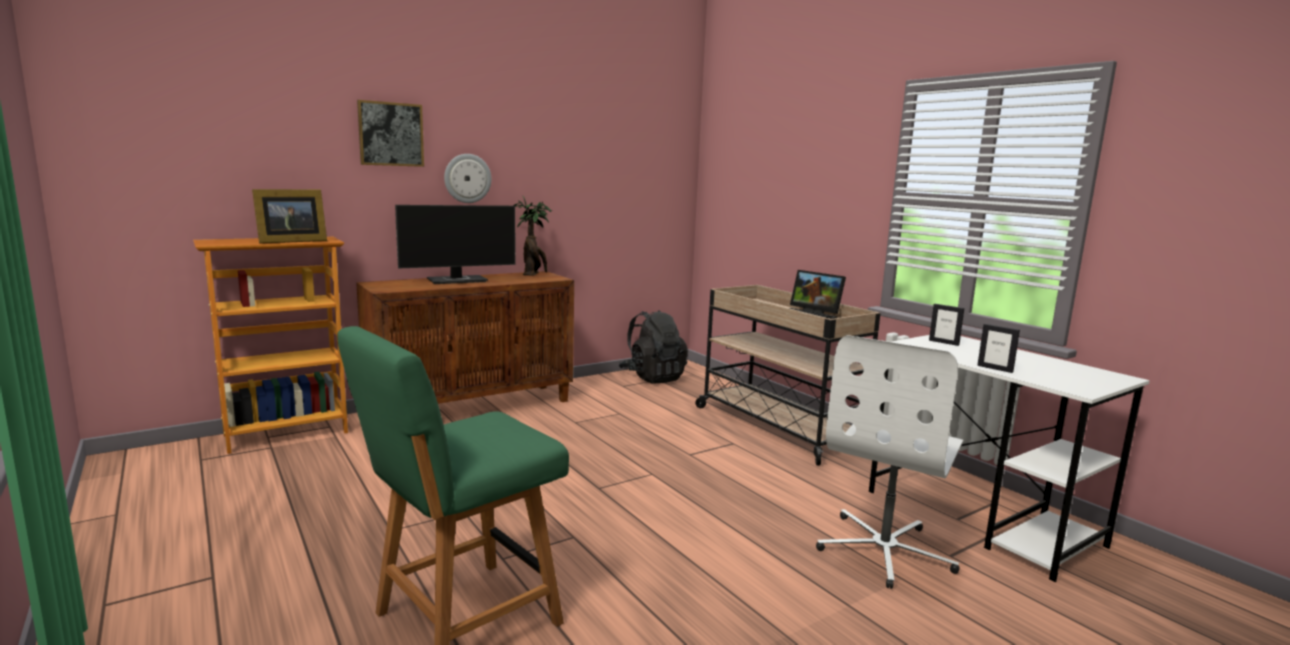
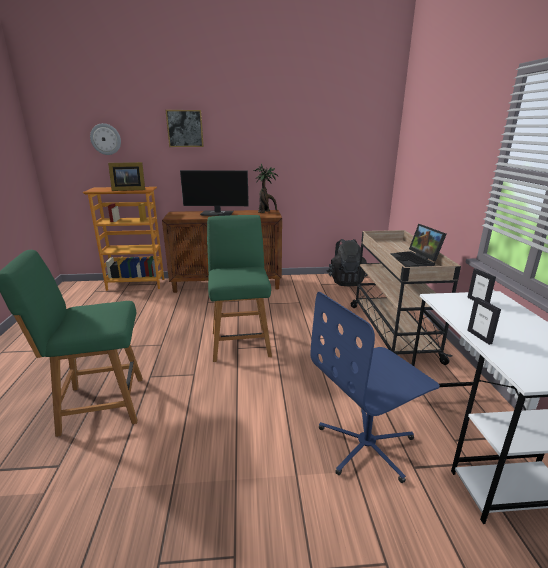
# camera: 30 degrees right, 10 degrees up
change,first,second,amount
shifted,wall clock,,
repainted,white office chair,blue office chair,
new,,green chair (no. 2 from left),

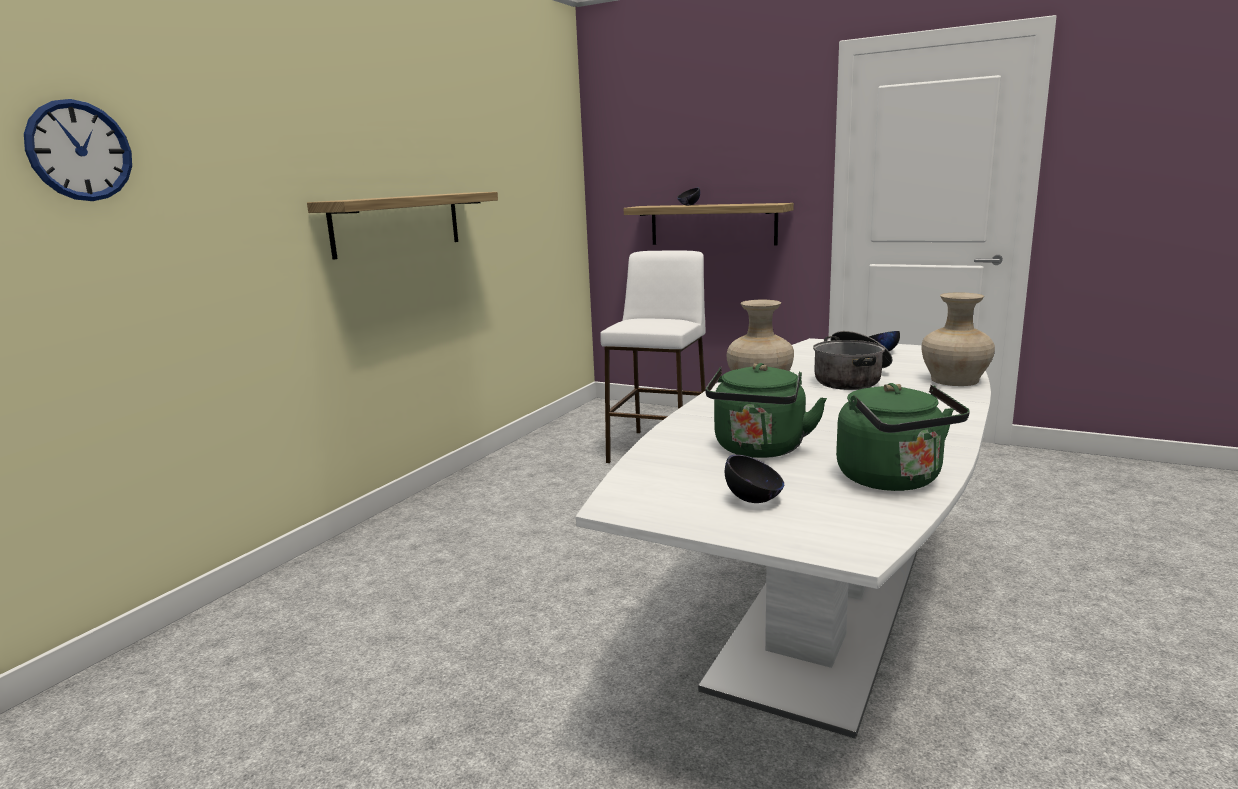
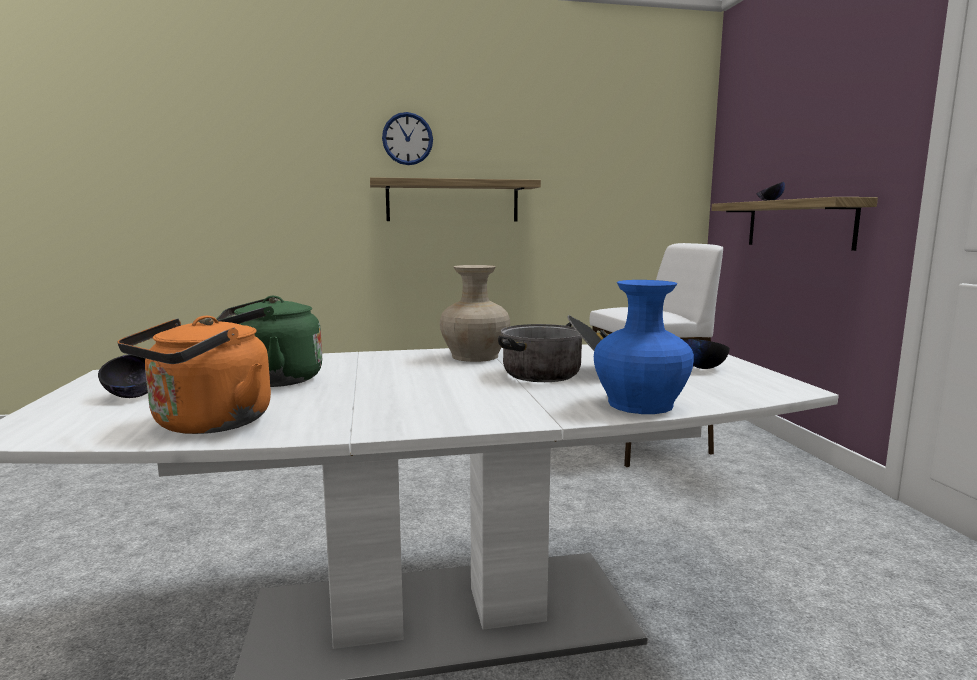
# camera: 50 degrees right, 5 degrees down
change,first,second,amount
shifted,wall clock,,
repainted,green kettle (no. 2 from left),orange kettle,
repainted,beige vase (no. 2 from left),blue vase,

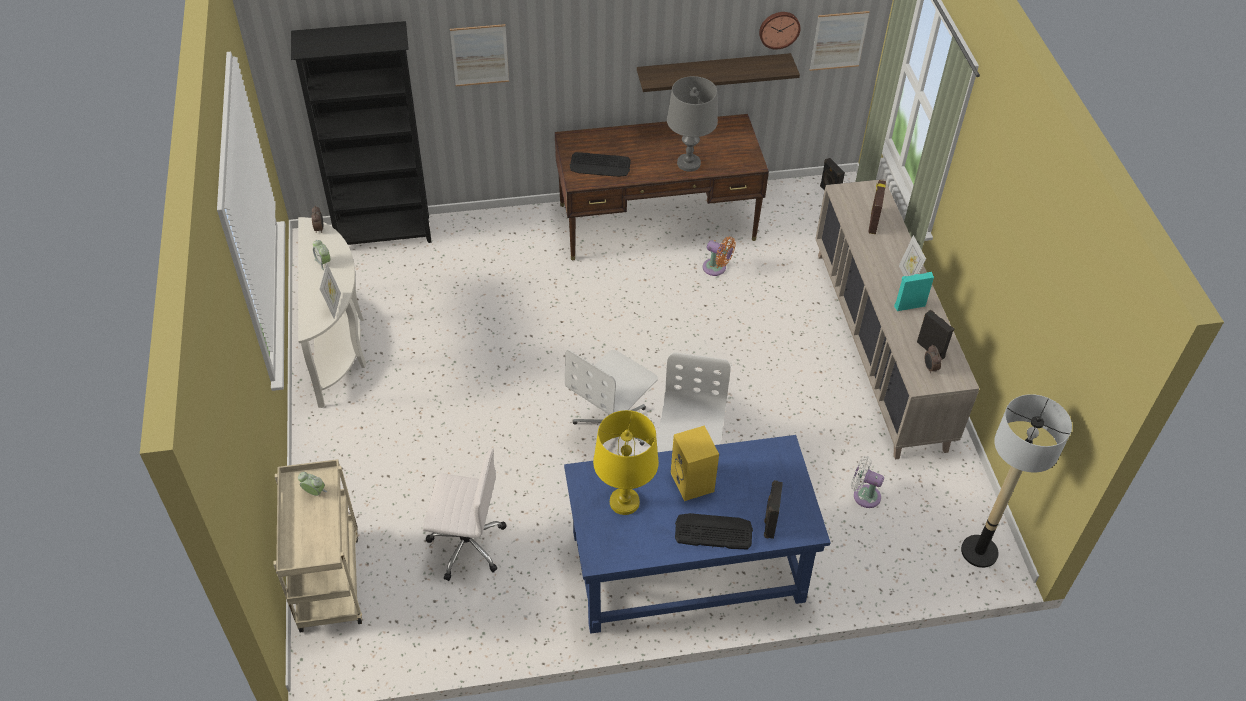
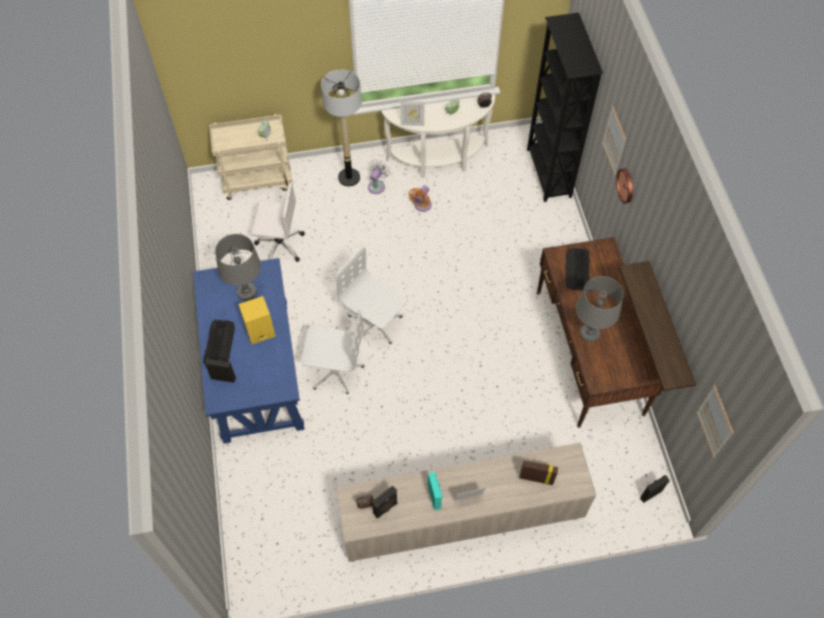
# camera: 90 degrees right, 10 degrees up
change,first,second,amount
rotated,white office chair (no. 1 from left),,90 degrees counterclockwise
repainted,yellow table lamp,grey table lamp (no. 1 from left),
shifted,orange fan,,
shifted,wall clock,,
shifted,white fan,,
shifted,floor lamp,,

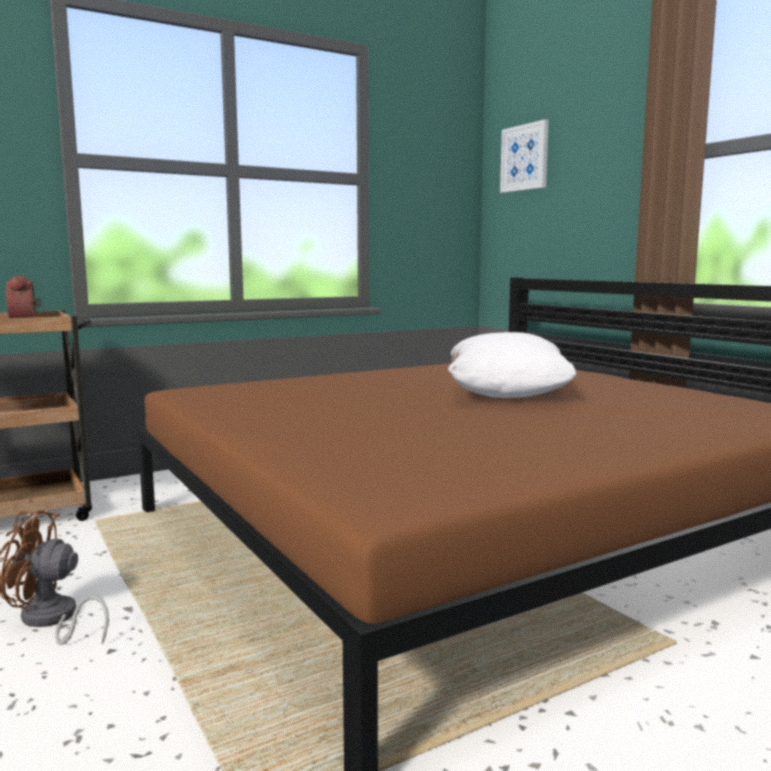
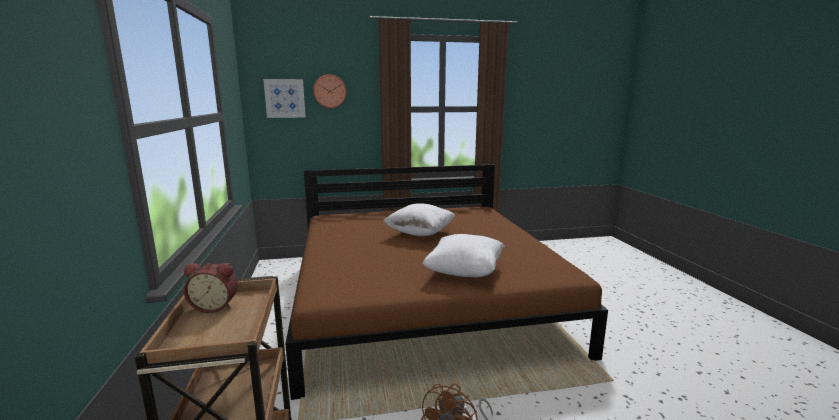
# camera: 70 degrees left, 5 degrees up
change,first,second,amount
new,,wall clock,
new,,white pillow (no. 2 from left),

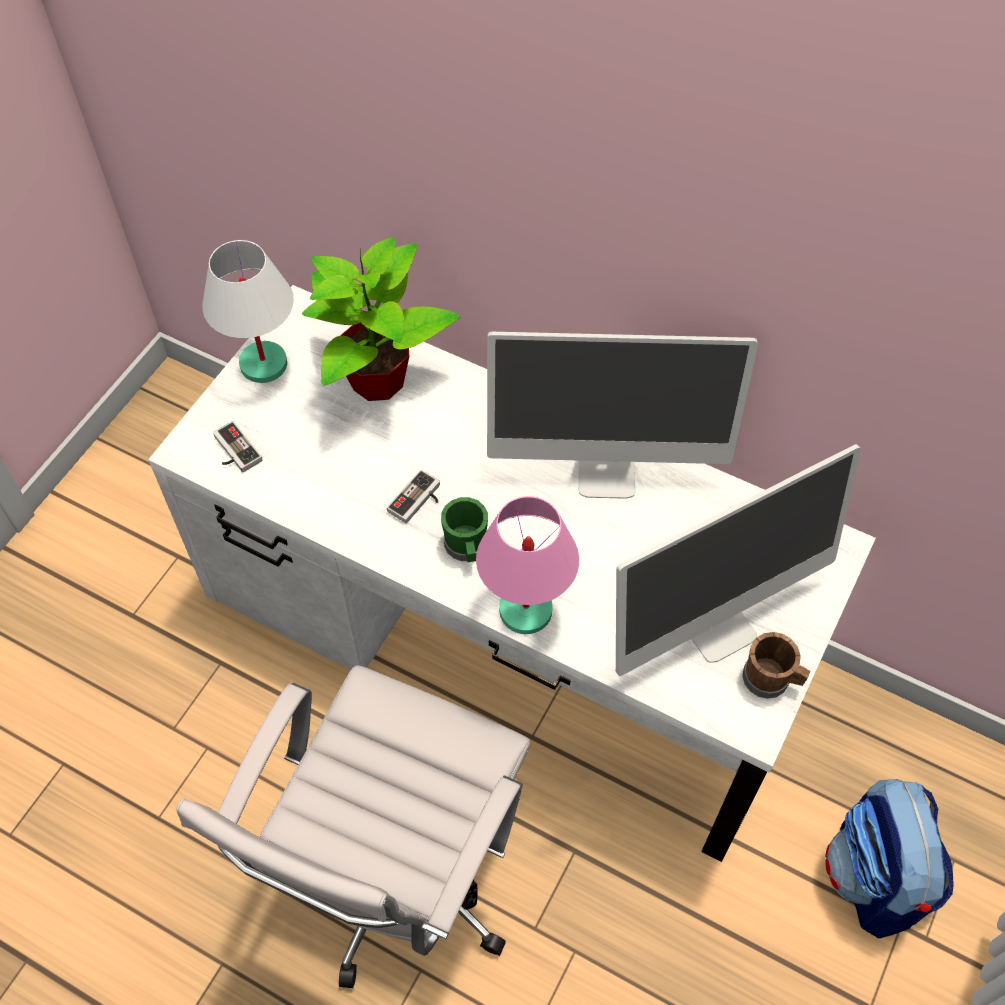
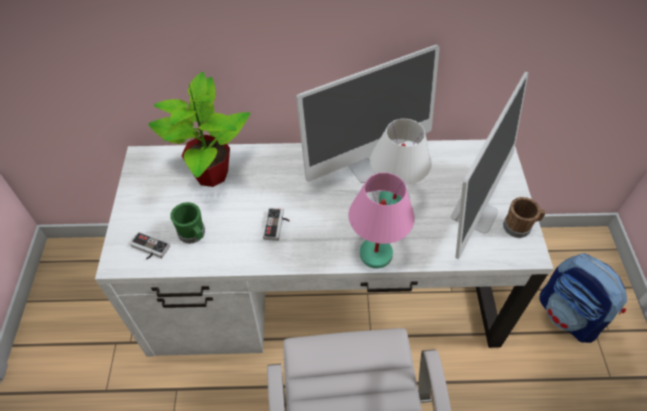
# camera: 30 degrees left, 5 degrees down
change,first,second,amount
shifted,white table lamp,,
shifted,green mug,,

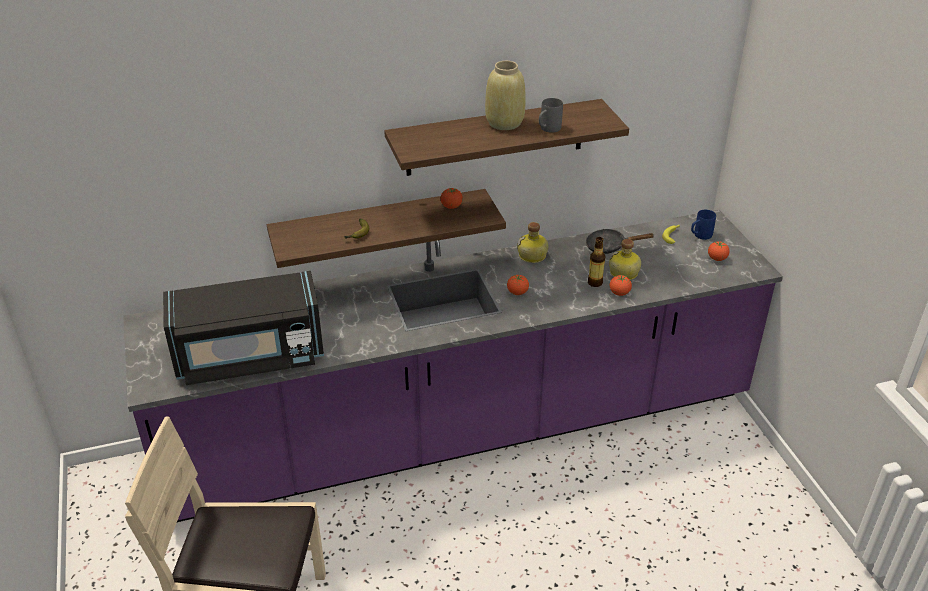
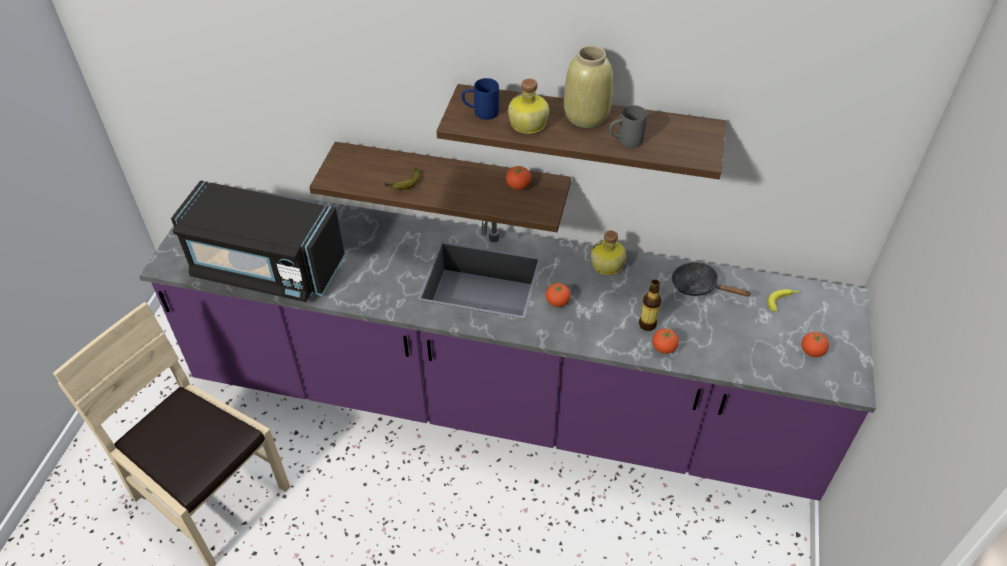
# camera: 30 degrees right, 10 degrees up
change,first,second,amount
shifted,bottle (no. 3 from left in the first image),bottle (no. 1 from left),
shifted,blue mug,,

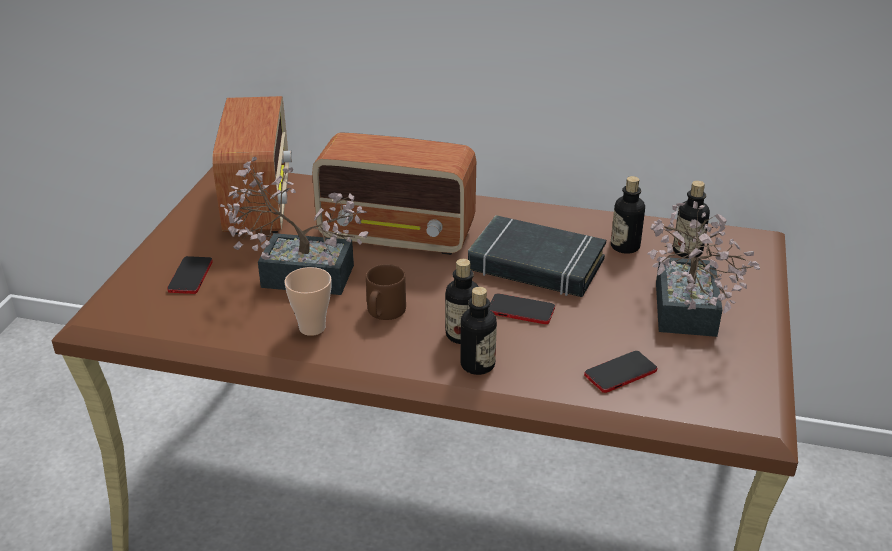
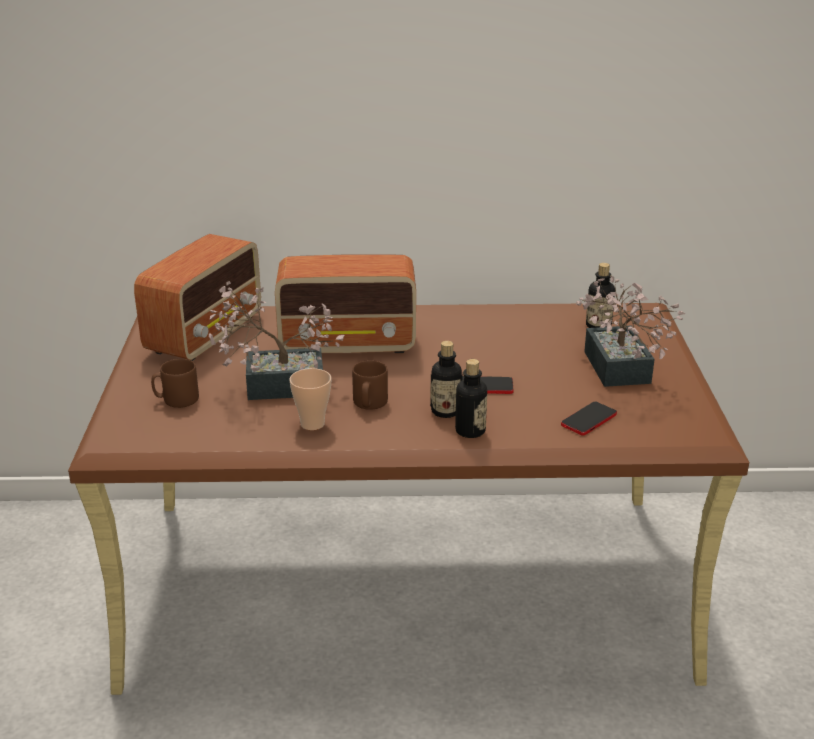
# camera: 15 degrees left, 5 degrees down
change,first,second,amount
swapped,phone (no. 1 from left),brown mug (no. 1 from left),
rotated,radio (no. 1 from left),,45 degrees clockwise
gone,black book,,
gone,bottle (no. 3 from left),,

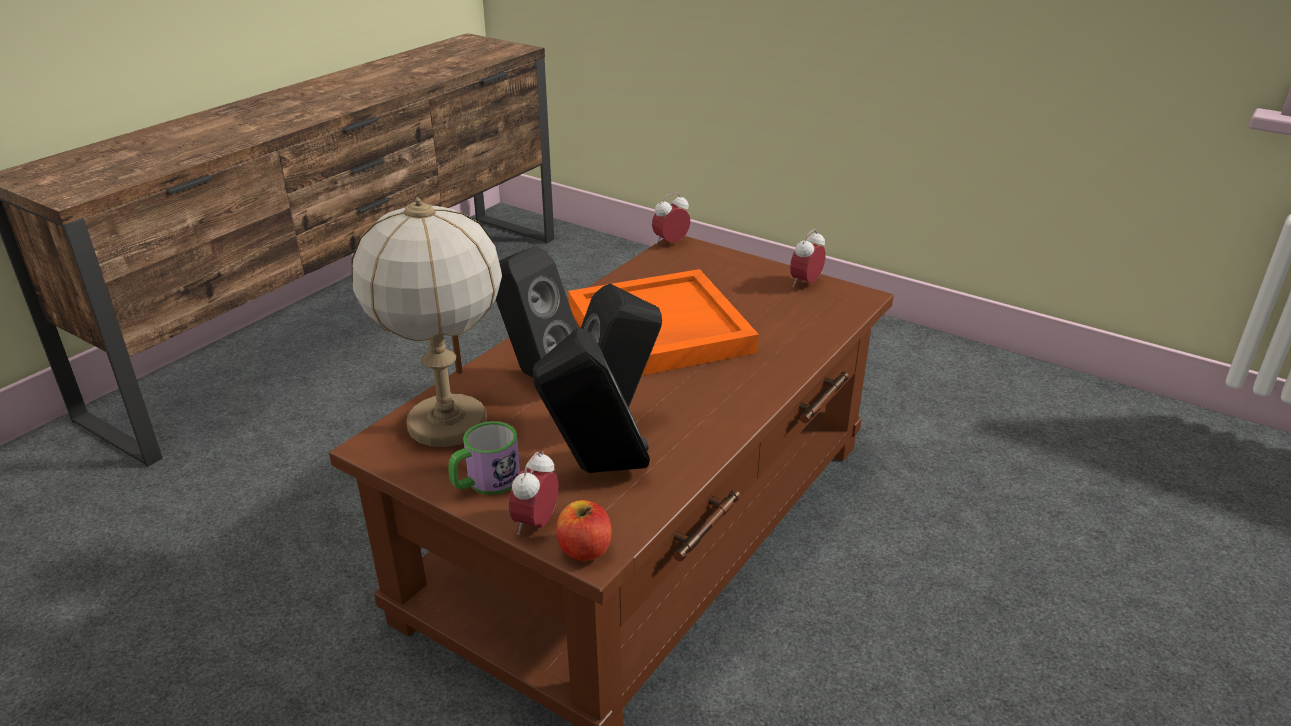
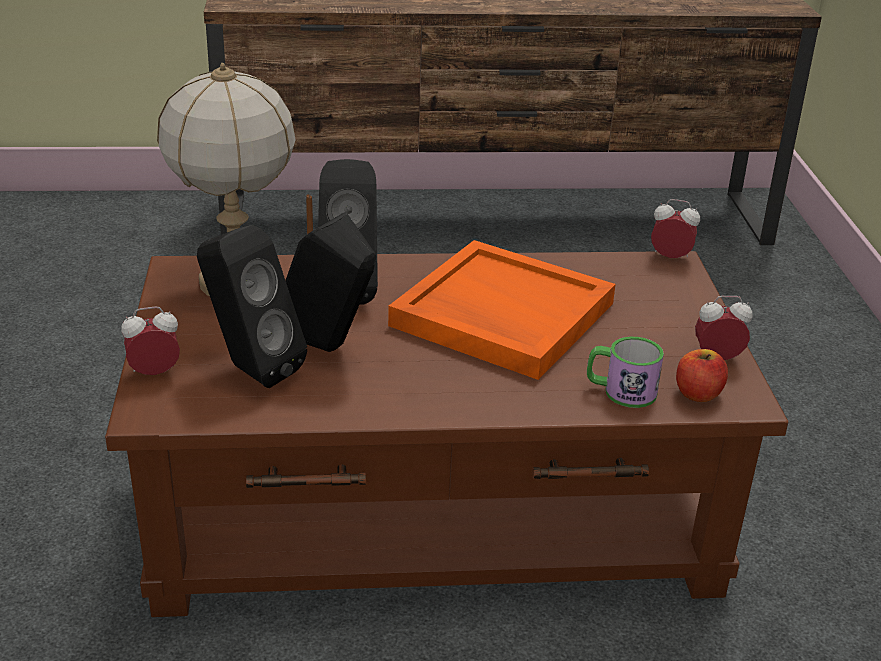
# camera: 50 degrees right, 0 degrees up
change,first,second,amount
shifted,mug,,
shifted,apple,,

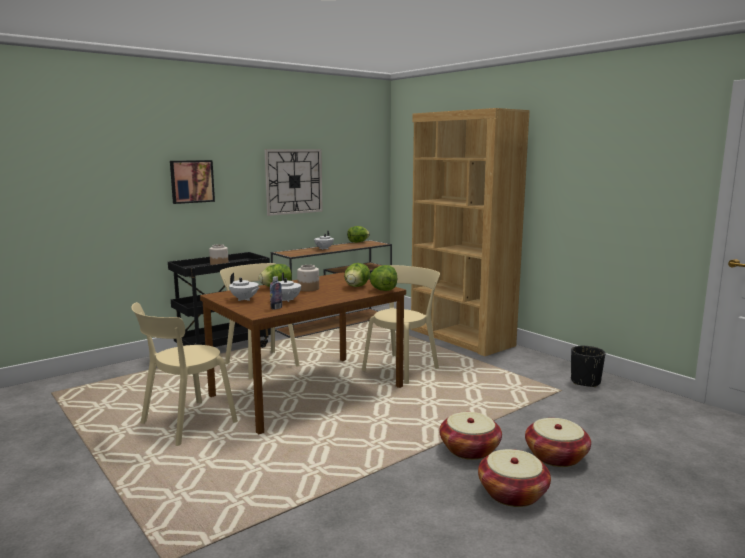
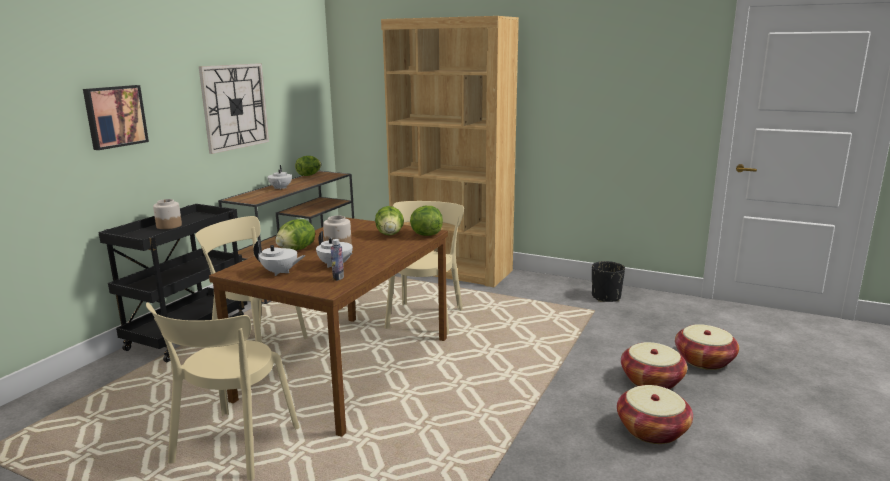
# camera: 25 degrees left, 5 degrees up
change,first,second,amount
shifted,basket (no. 1 from left in the first image),basket (no. 3 from left),

